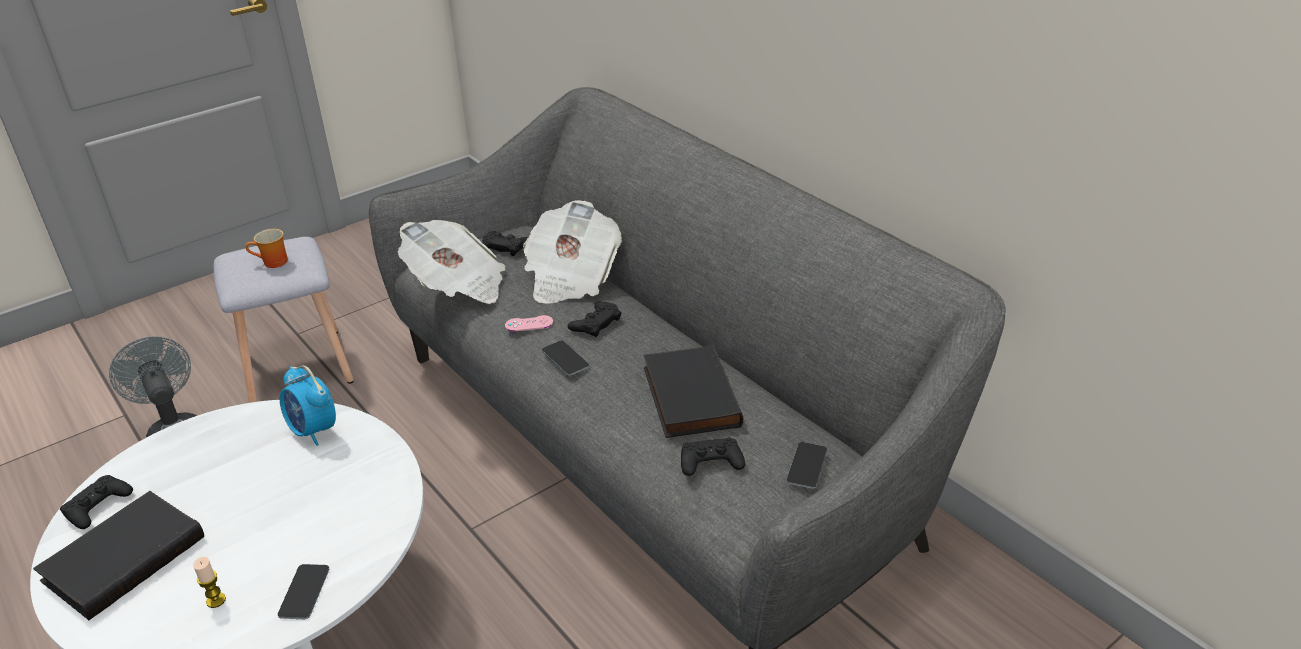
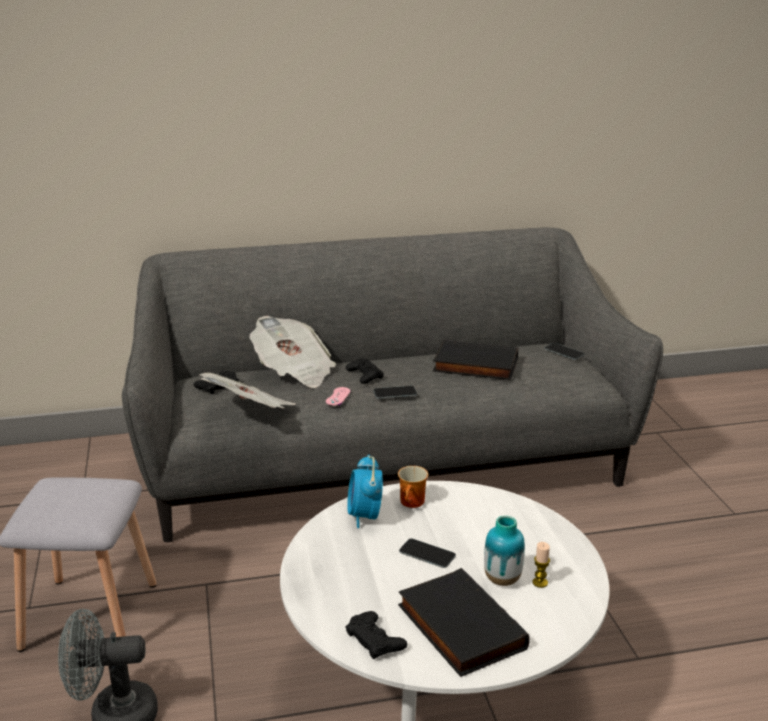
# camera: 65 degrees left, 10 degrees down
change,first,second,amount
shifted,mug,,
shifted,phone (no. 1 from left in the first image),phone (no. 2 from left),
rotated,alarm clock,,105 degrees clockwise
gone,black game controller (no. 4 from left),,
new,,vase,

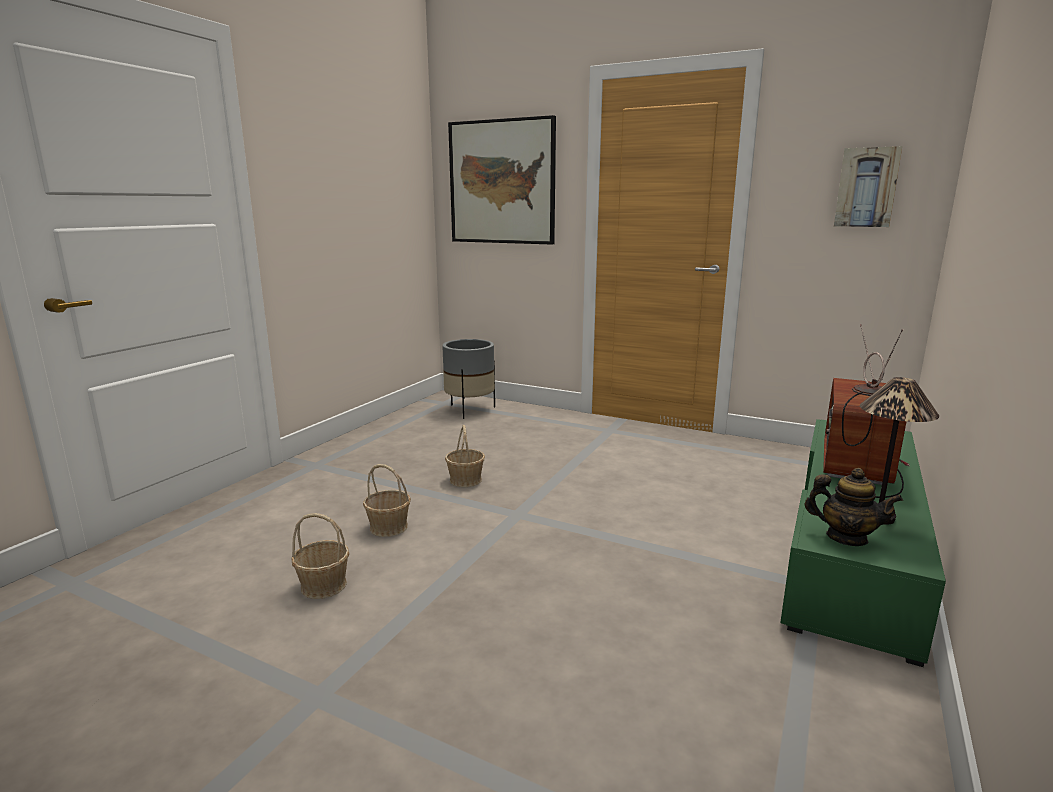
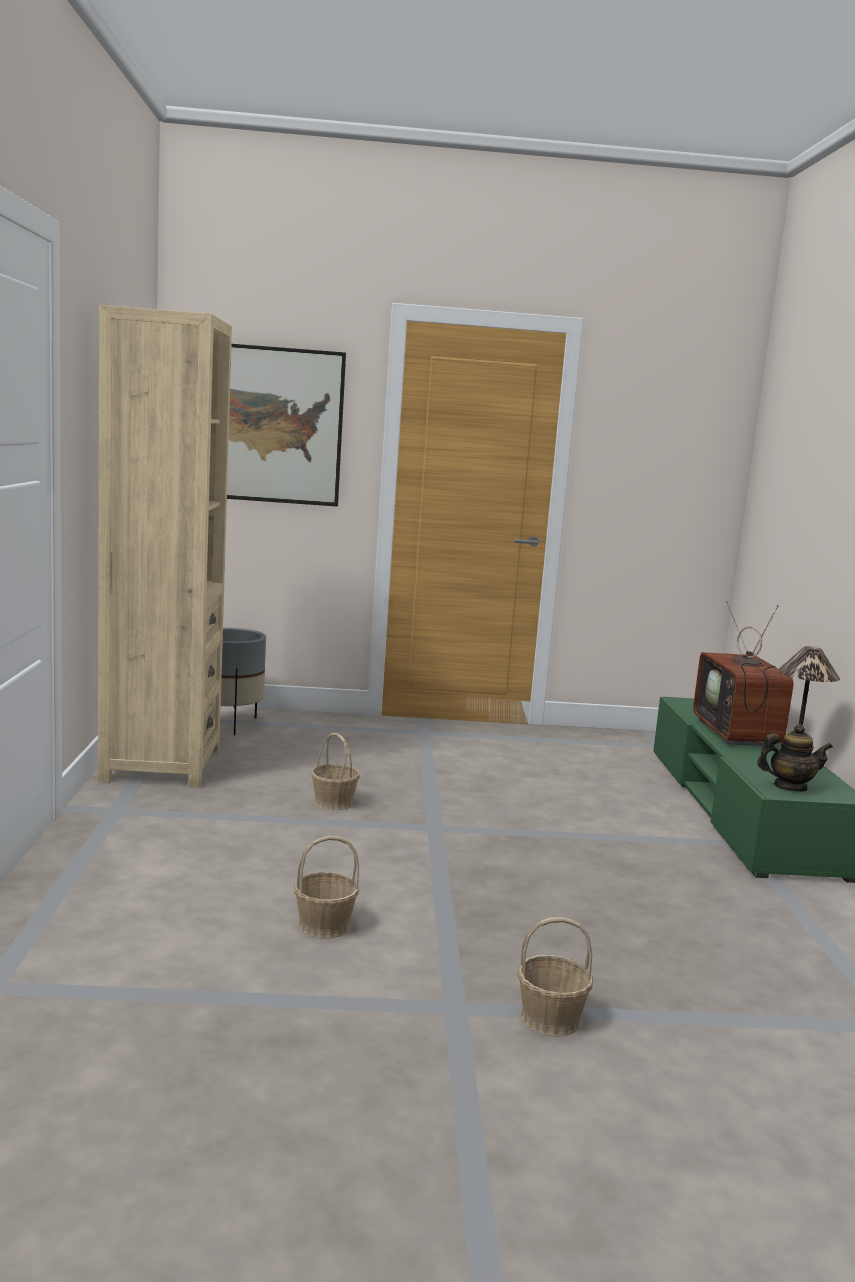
# camera: 30 degrees left, 5 degrees down
change,first,second,amount
shifted,basket (no. 2 from left in the first image),basket (no. 3 from left),
gone,picture (no. 2 from left),,
new,,beige bookcase,

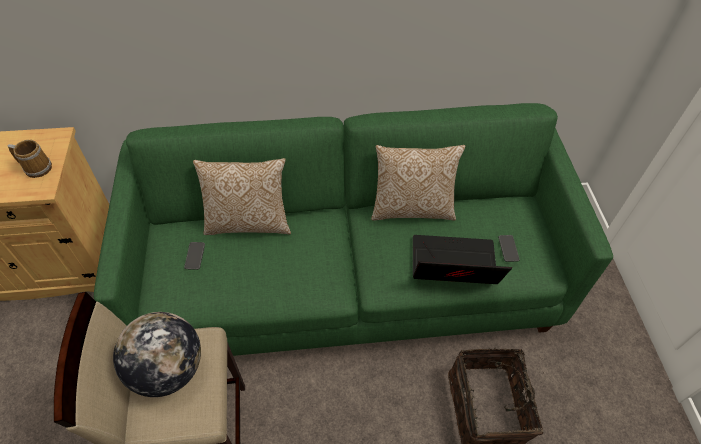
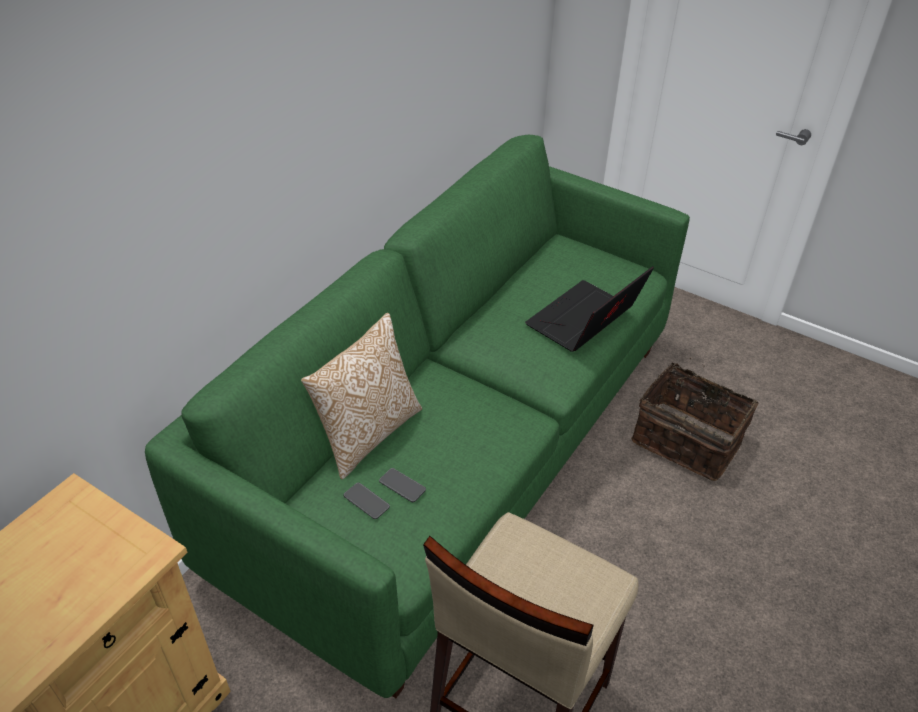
# camera: 50 degrees left, 10 degrees down
change,first,second,amount
gone,mug,,
gone,globe,,
gone,pillow (no. 2 from left),,
shifted,phone (no. 2 from left),,

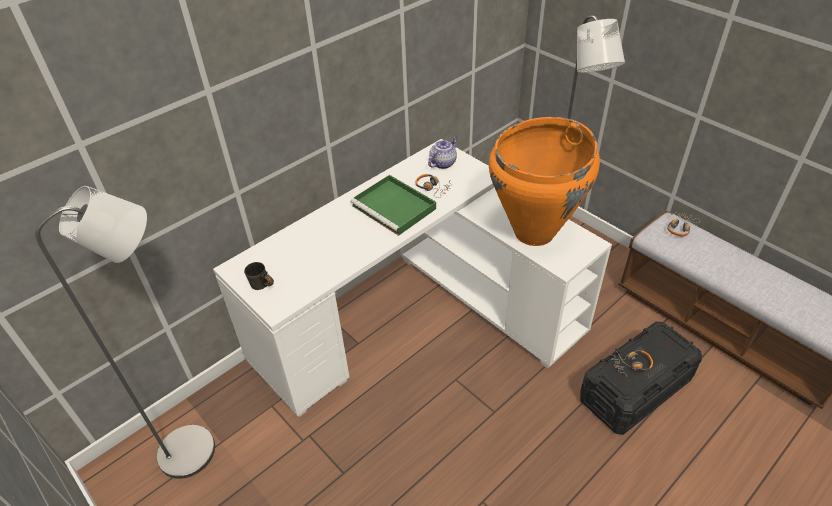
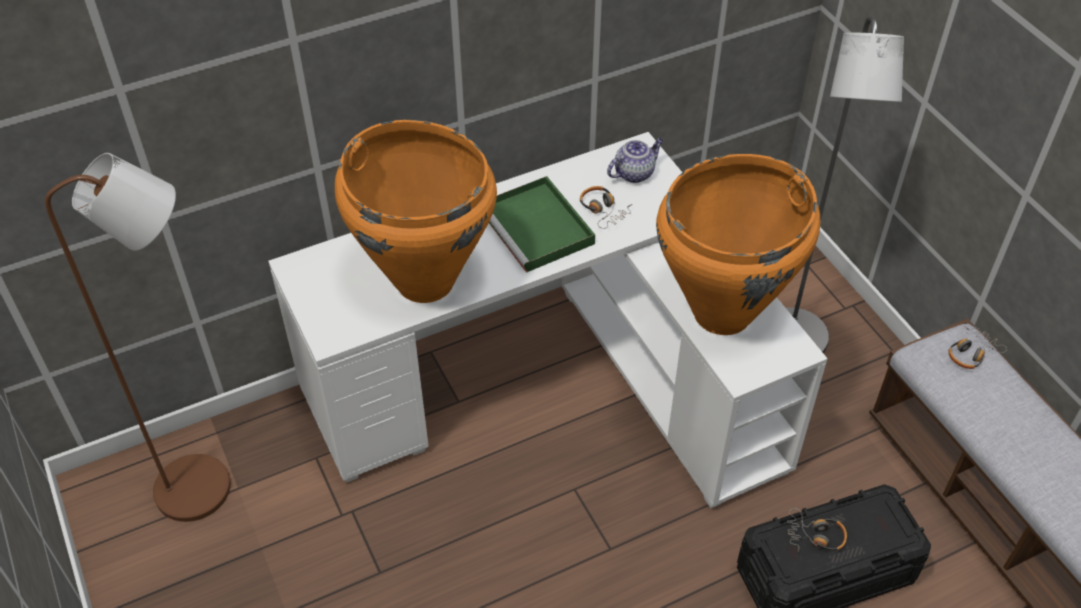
# camera: 15 degrees right, 5 degrees up
change,first,second,amount
repainted,grey floor lamp (no. 1 from left),brown floor lamp,
gone,grey mug,,
new,,orange vase (no. 1 from left),

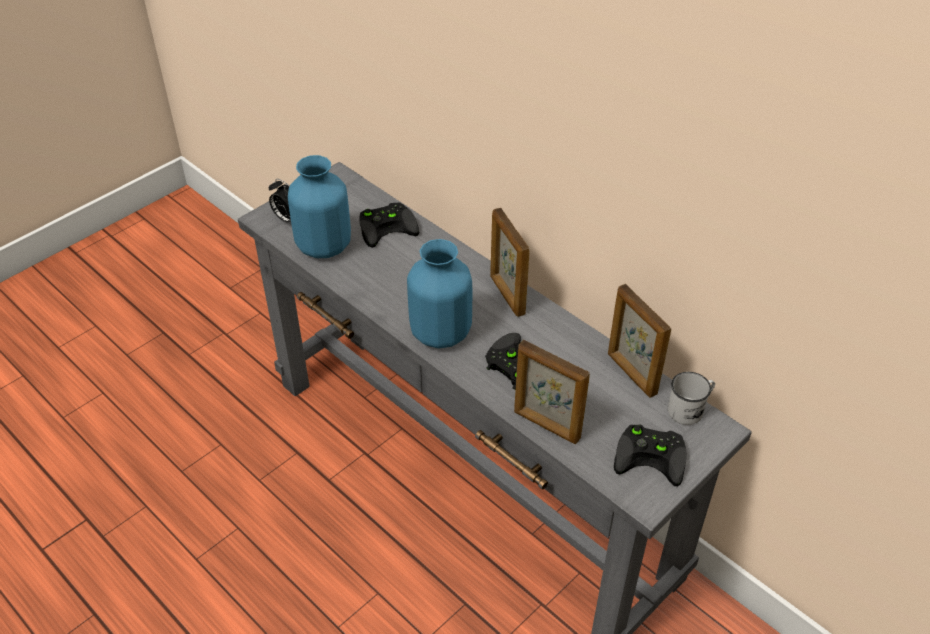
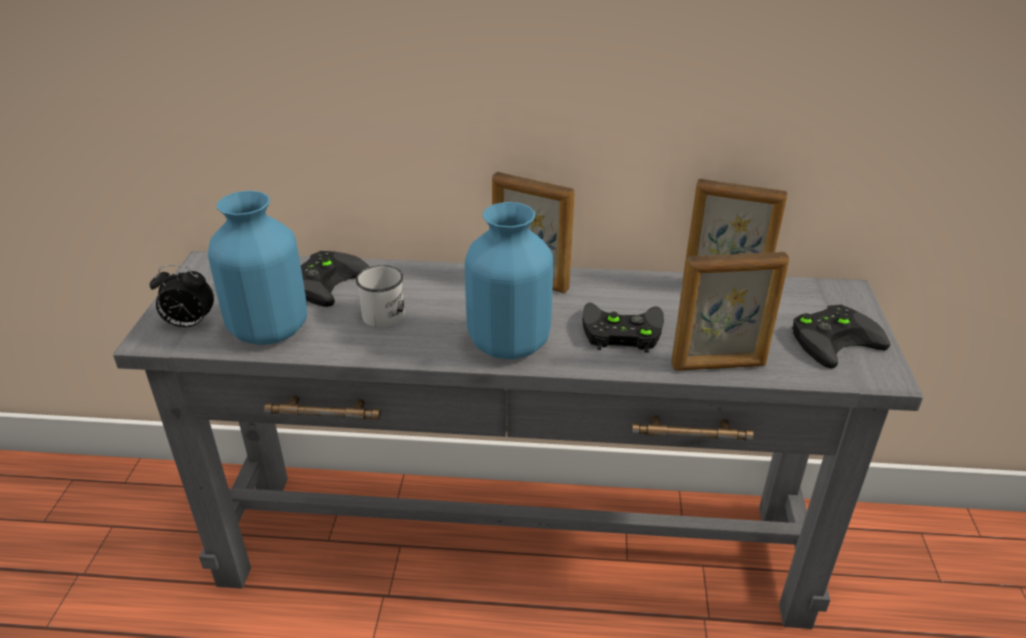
# camera: 40 degrees left, 10 degrees down
change,first,second,amount
shifted,white mug,,

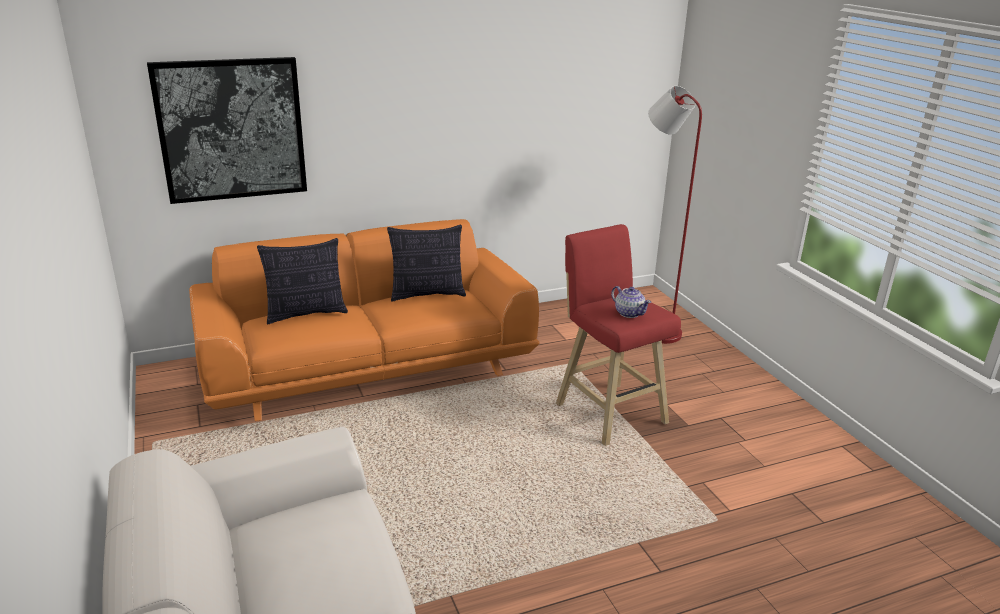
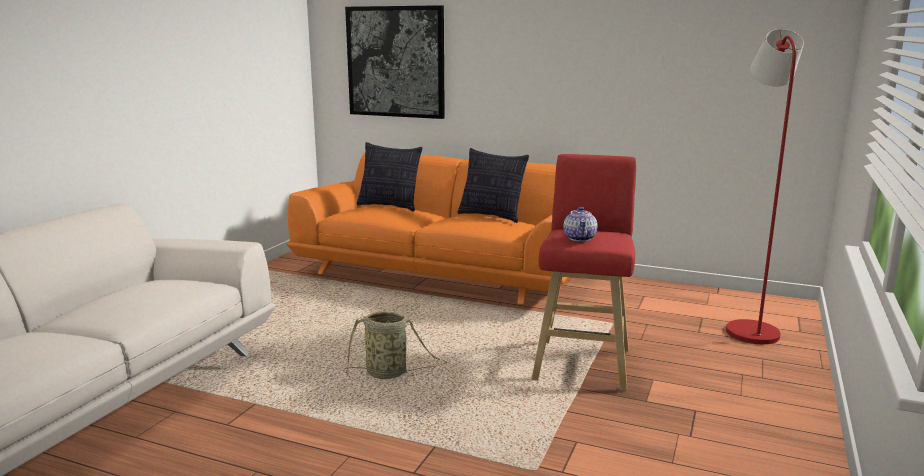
# camera: 45 degrees right, 10 degrees down
change,first,second,amount
new,,basket,

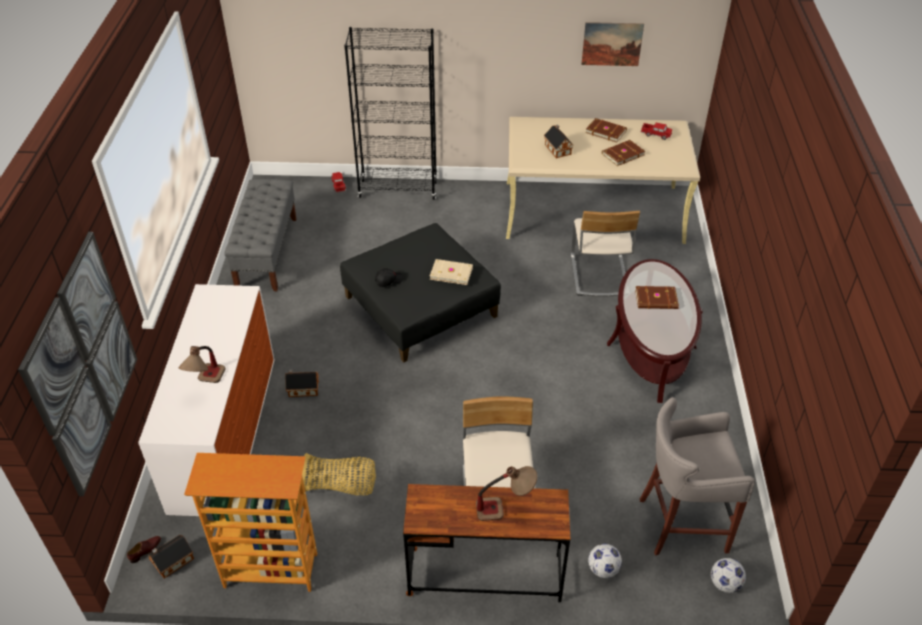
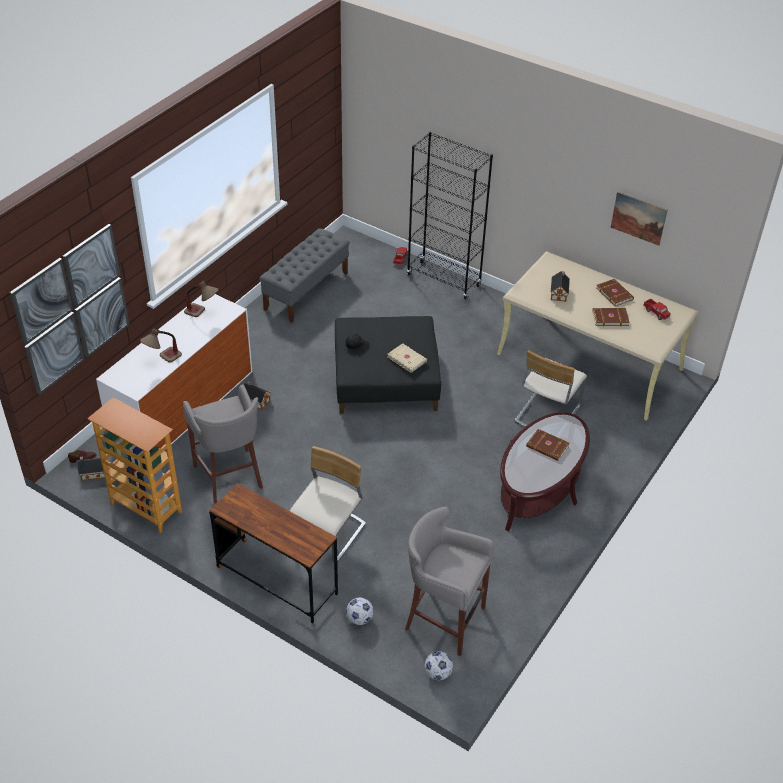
# camera: 30 degrees right, 0 degrees up
change,first,second,amount
swapped,basket,grey stool (no. 1 from left),
shifted,table lamp (no. 2 from left),,

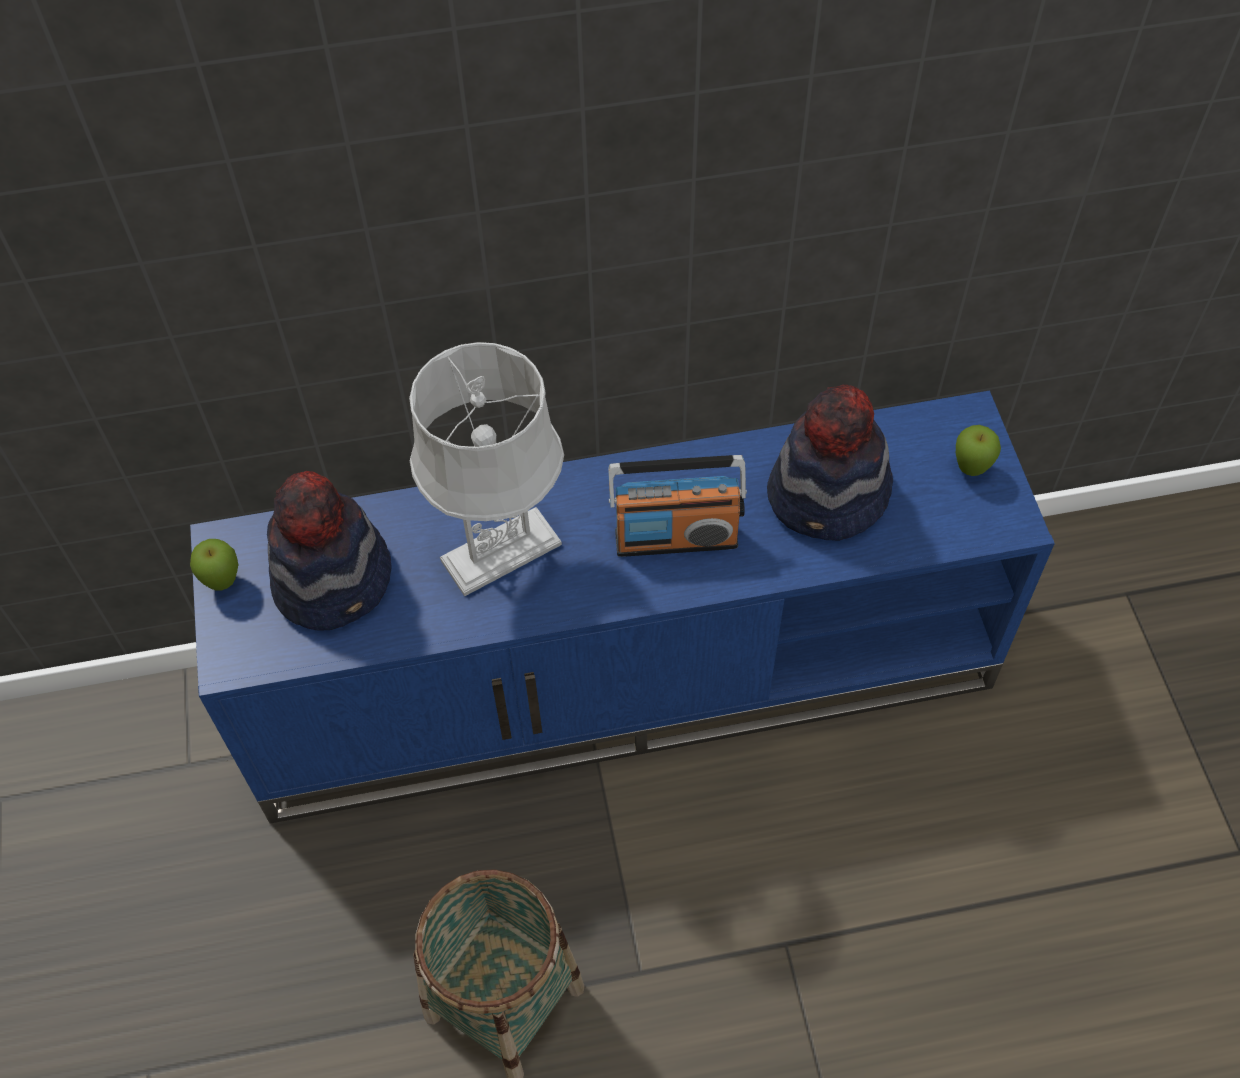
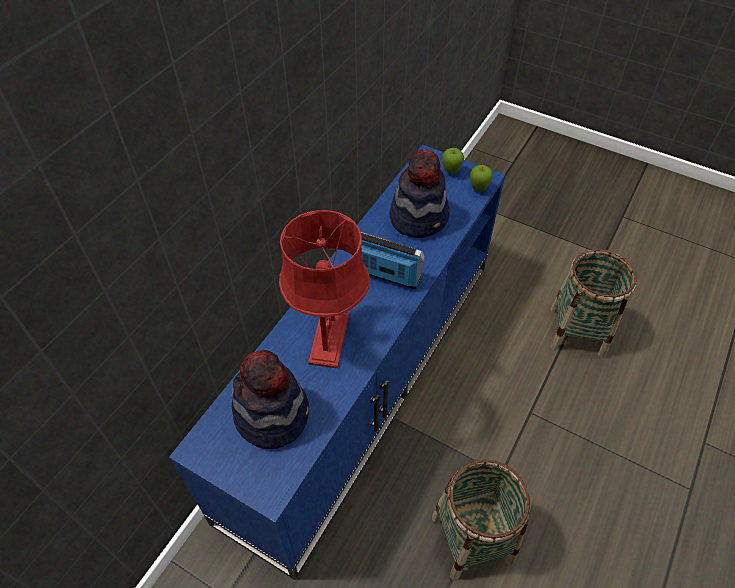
# camera: 50 degrees left, 5 degrees down
change,first,second,amount
shifted,apple (no. 1 from left in the first image),apple (no. 2 from left),
repainted,grey table lamp,red table lamp,
rotated,radio,,105 degrees counterclockwise
new,,basket (no. 2 from left),

